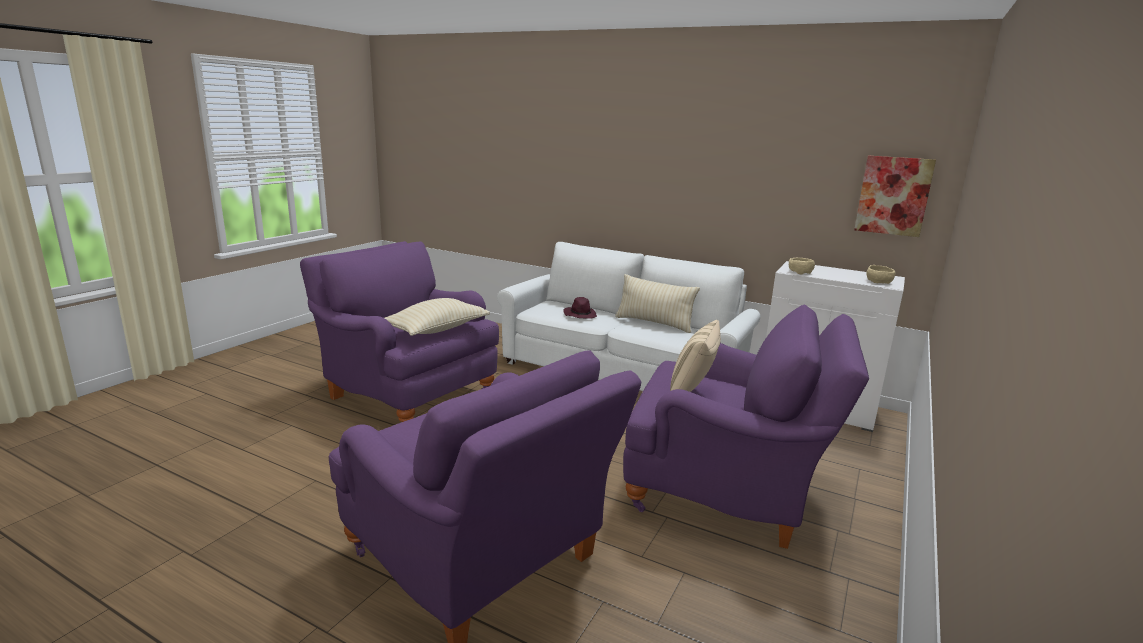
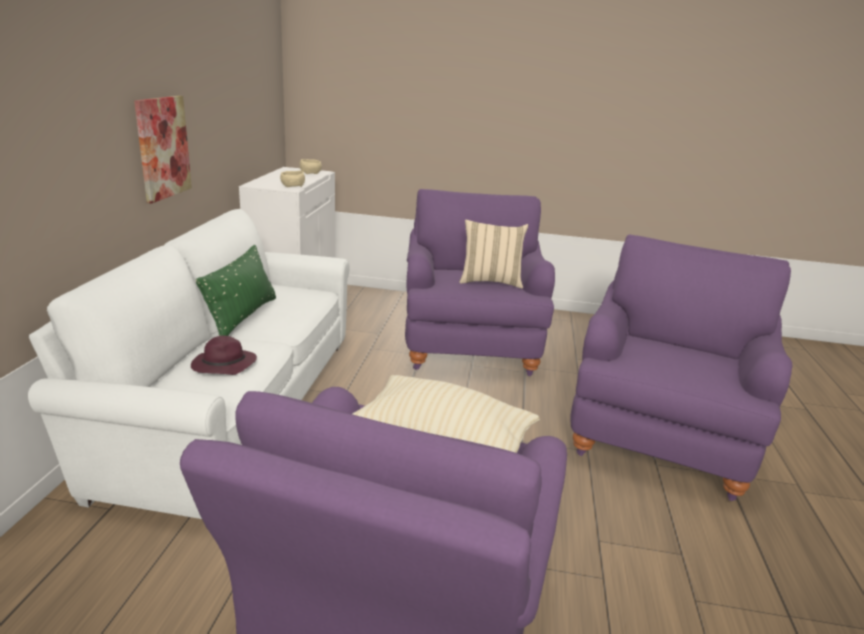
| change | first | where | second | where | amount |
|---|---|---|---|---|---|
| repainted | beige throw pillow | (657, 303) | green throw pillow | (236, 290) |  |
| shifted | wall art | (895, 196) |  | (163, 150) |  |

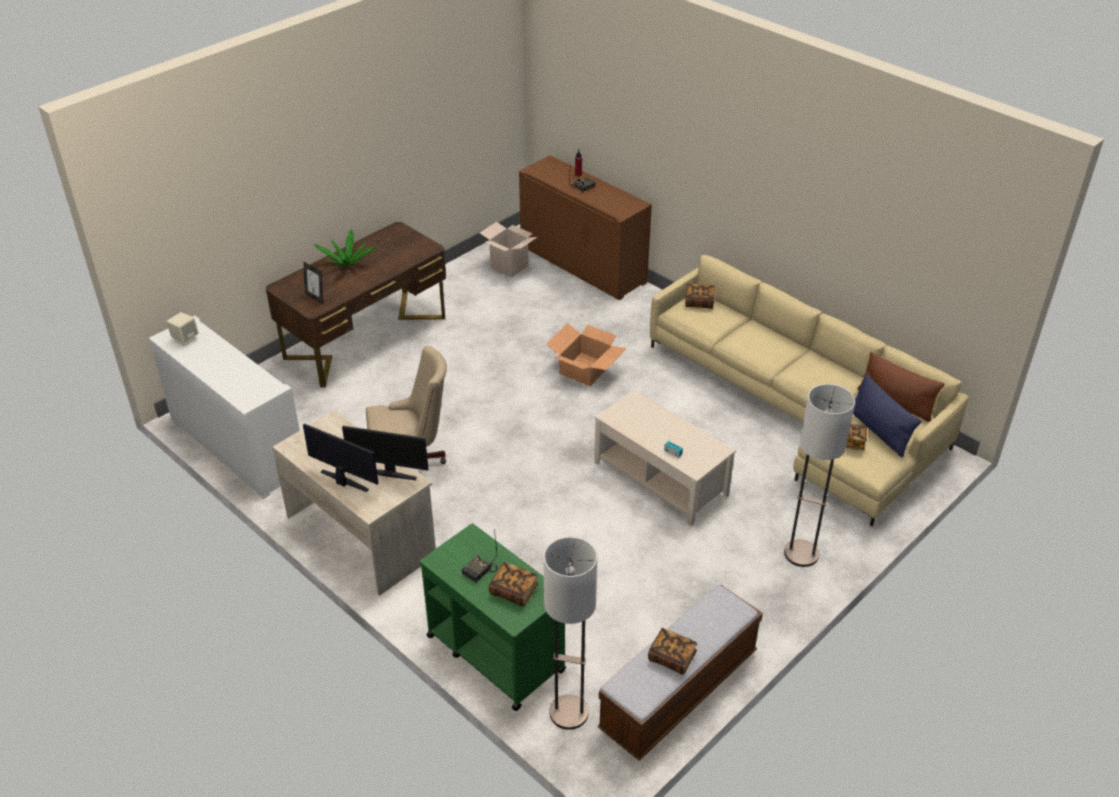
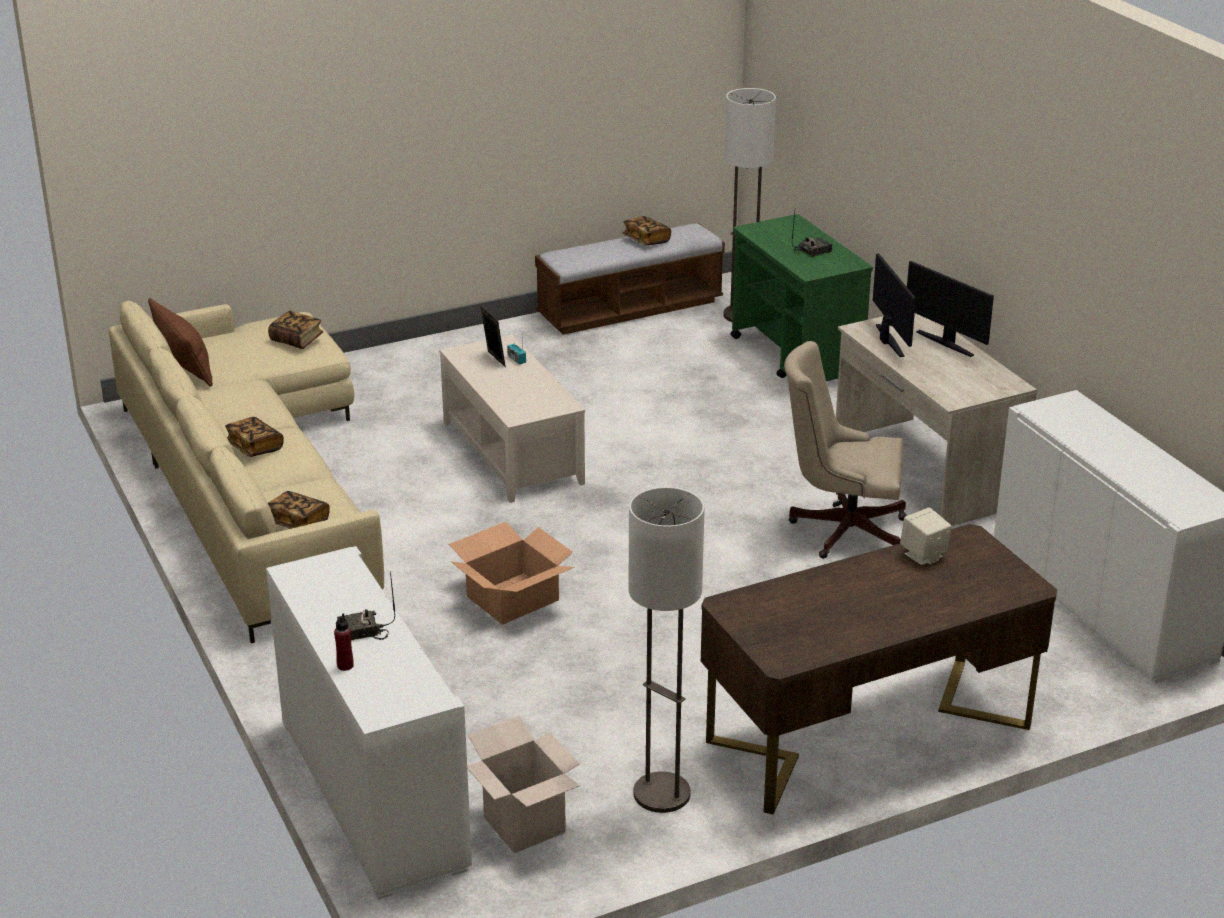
| change | first | where | second | where | amount |
|---|---|---|---|---|---|
| shifted | beige speaker | (182, 329) |  | (926, 536) |  |
| shifted | standing frame | (313, 283) |  | (493, 336) |  |
| gone | plant in a pot | (345, 247) |  |  |  |
| rotated | computer screen | (385, 453) |  | (894, 305) | 45 degrees clockwise |
| shifted | book | (514, 584) |  | (254, 437) |  |
| repainted | brown-coloured storage cabinet | (585, 227) | whitish storage cabinet | (369, 723) |  |
| shifted | standard lamp | (819, 475) |  | (667, 650) |  |
| gone | blue-coloured throw pillow | (887, 415) |  |  |  |

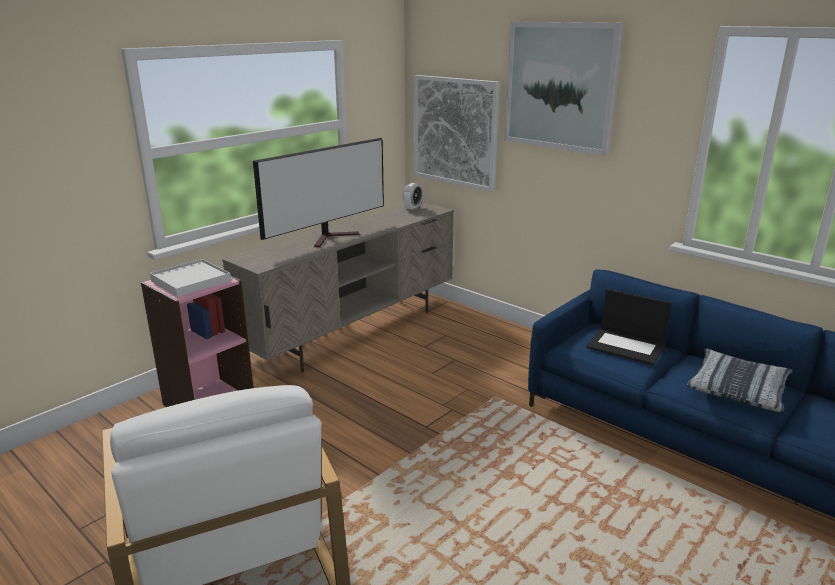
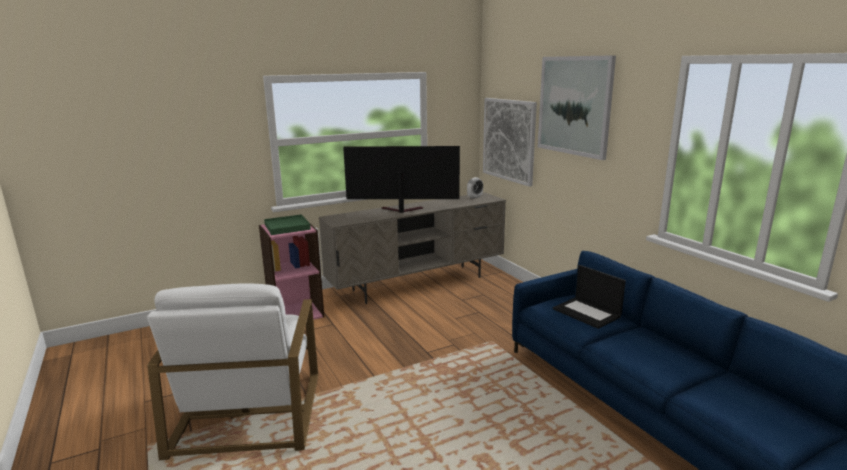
| change | first | where | second | where | amount |
|---|---|---|---|---|---|
| repainted | whitish carrying tray | (190, 278) | green carrying tray | (287, 224) |  |
| rotated | TV set | (318, 192) |  | (401, 179) | 150 degrees counterclockwise |
| gone | throw pillow | (740, 380) |  |  |  |

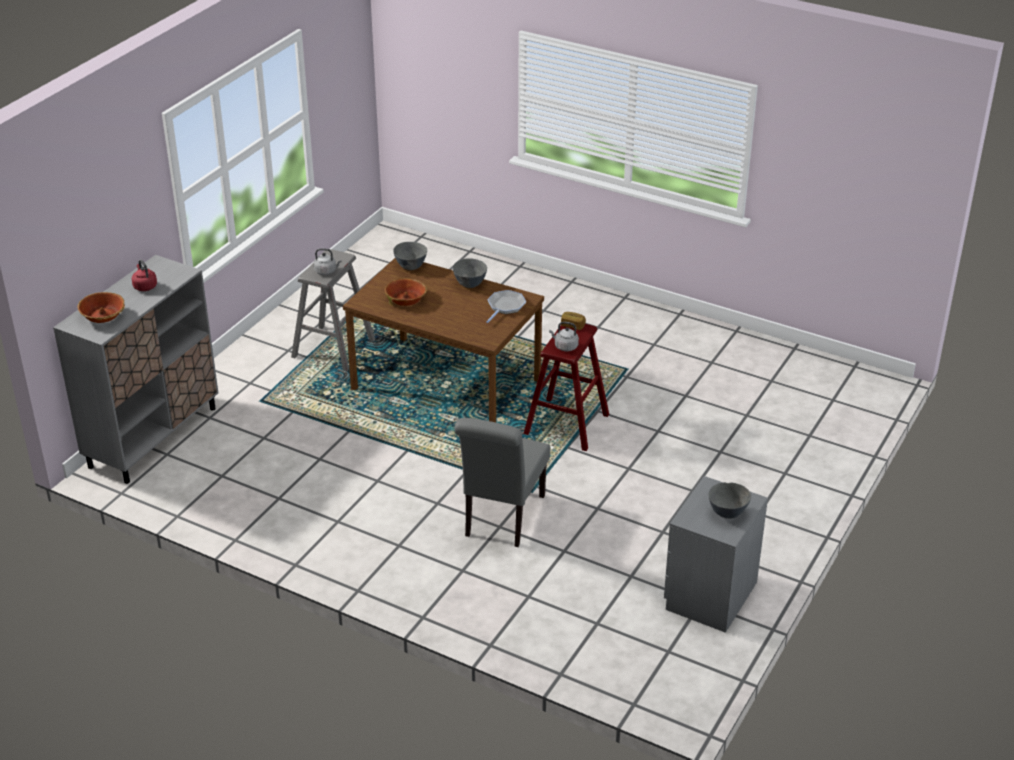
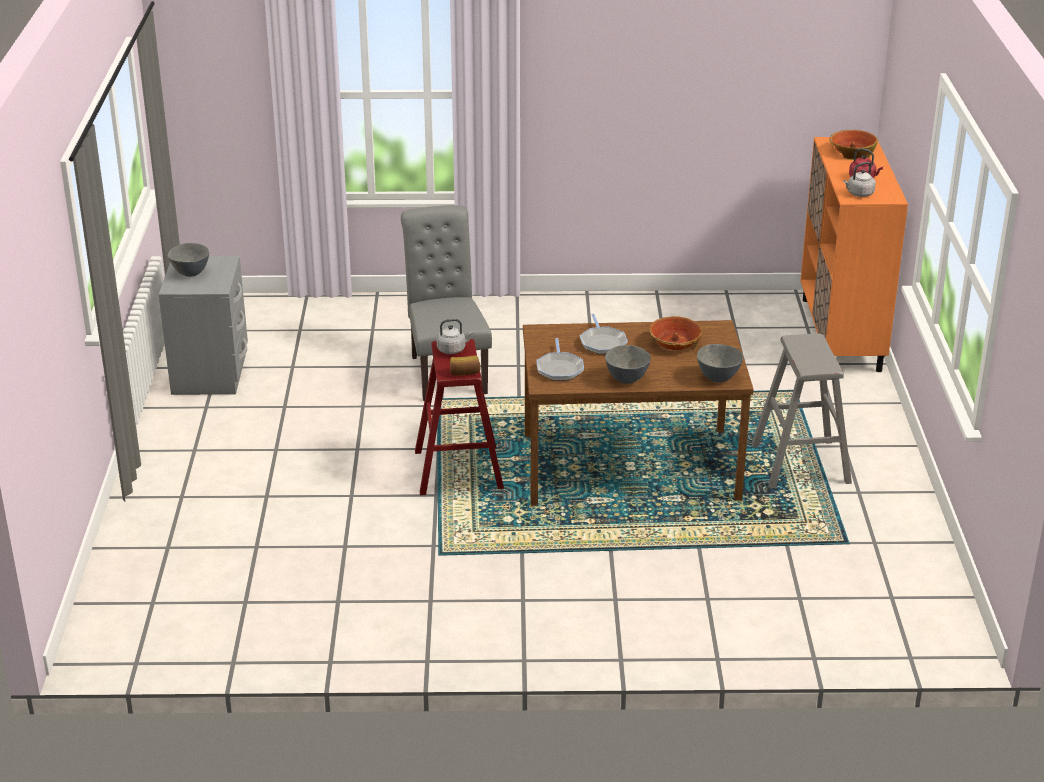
| change | first | where | second | where | amount |
|---|---|---|---|---|---|
| repainted | gray storage cabinet | (135, 369) | orangey storage cabinet | (854, 254) |  |
| shifted | gray water kettle | (327, 261) |  | (859, 179) |  |
| new |  |  | frying pan | (604, 334) |  |

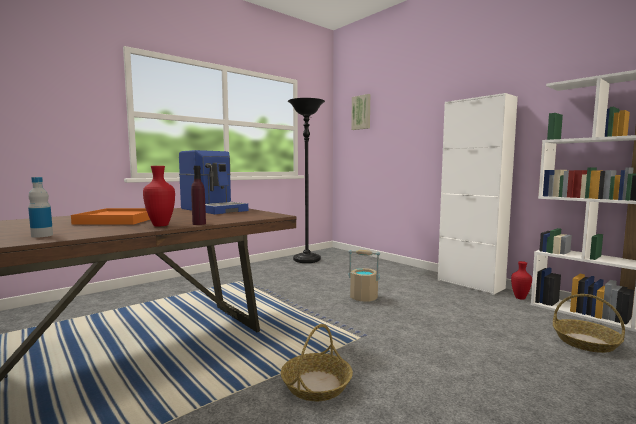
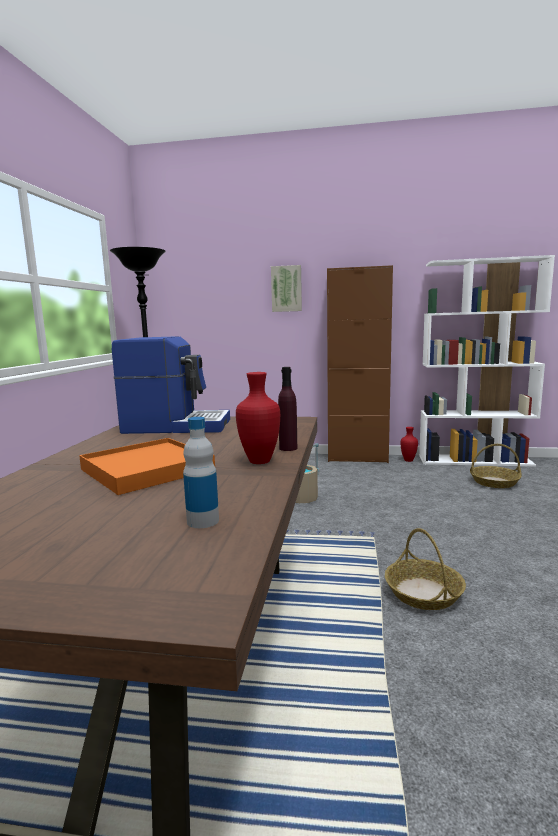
| change | first | where | second | where | amount |
|---|---|---|---|---|---|
| shifted | wall art | (360, 112) |  | (286, 288) |  |
| repainted | whitish storage cabinet | (478, 194) | brown-coloured storage cabinet | (360, 364) |  |

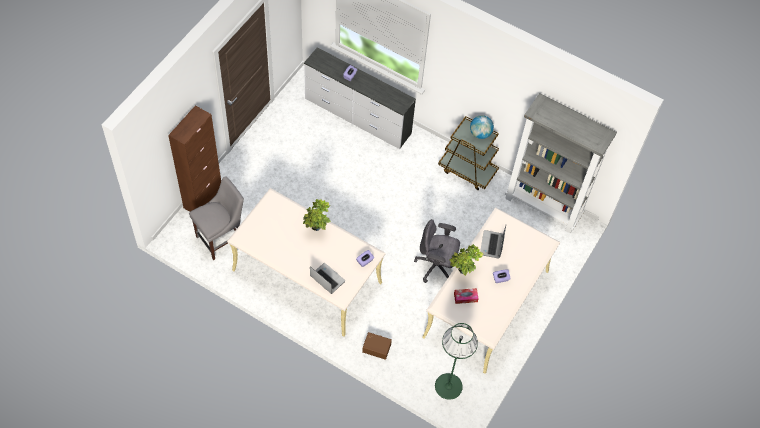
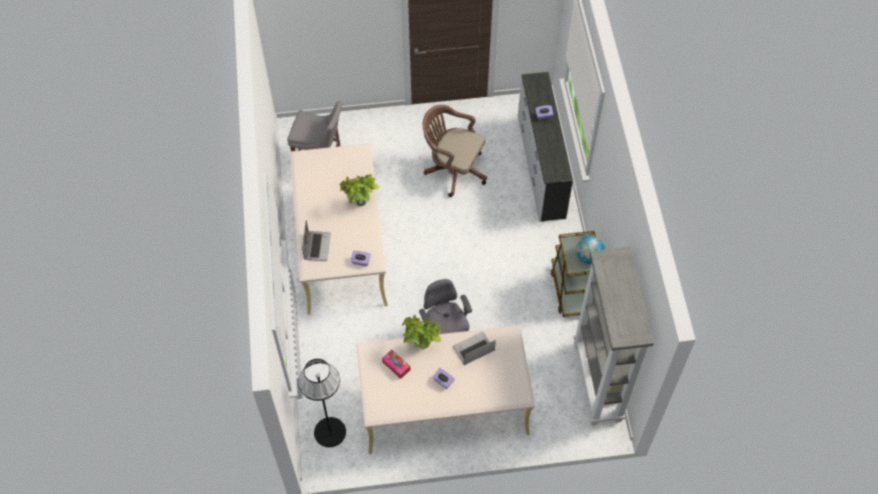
| change | first | where | second | where | amount |
|---|---|---|---|---|---|
| gone | brown-coloured storage cabinet | (194, 158) |  |  |  |
| gone | brown-coloured storage container | (377, 346) |  |  |  |
| repainted | green standard lamp | (456, 361) | blackish standard lamp | (322, 403) |  |
| new |  |  | brown-coloured desk chair | (455, 151) |  |

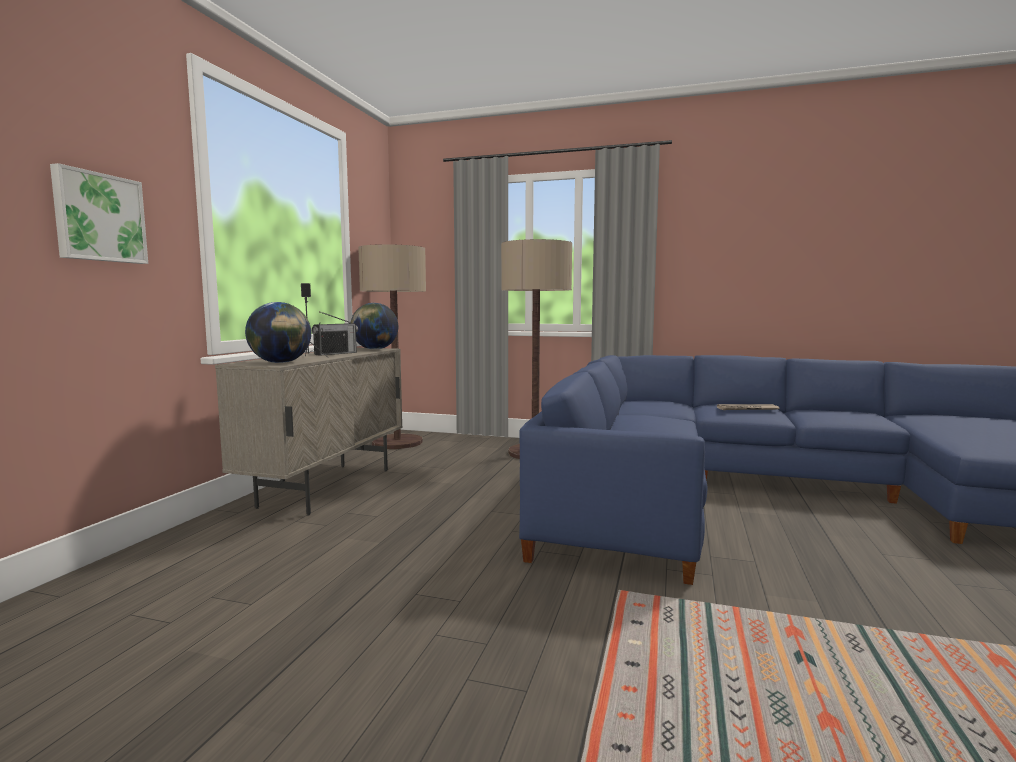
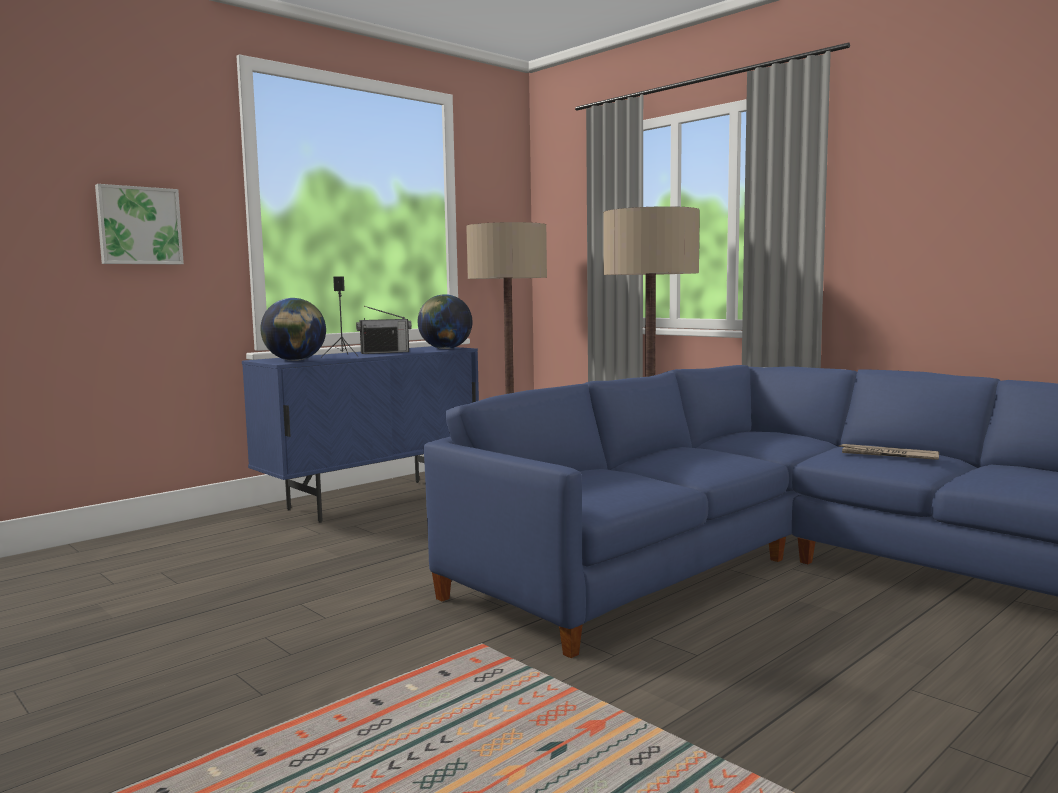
| change | first | where | second | where | amount |
|---|---|---|---|---|---|
| repainted | beige storage cabinet | (308, 431) | blue-coloured storage cabinet | (360, 434) |  |

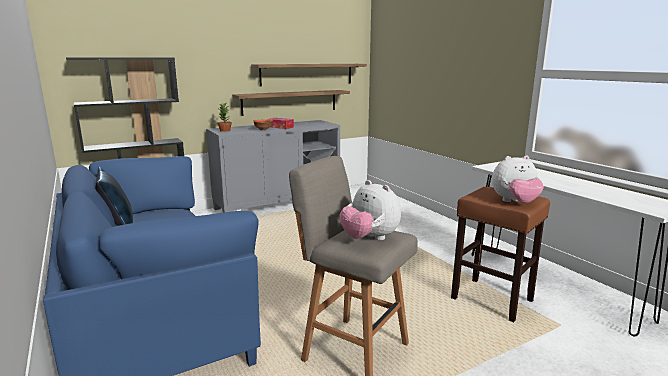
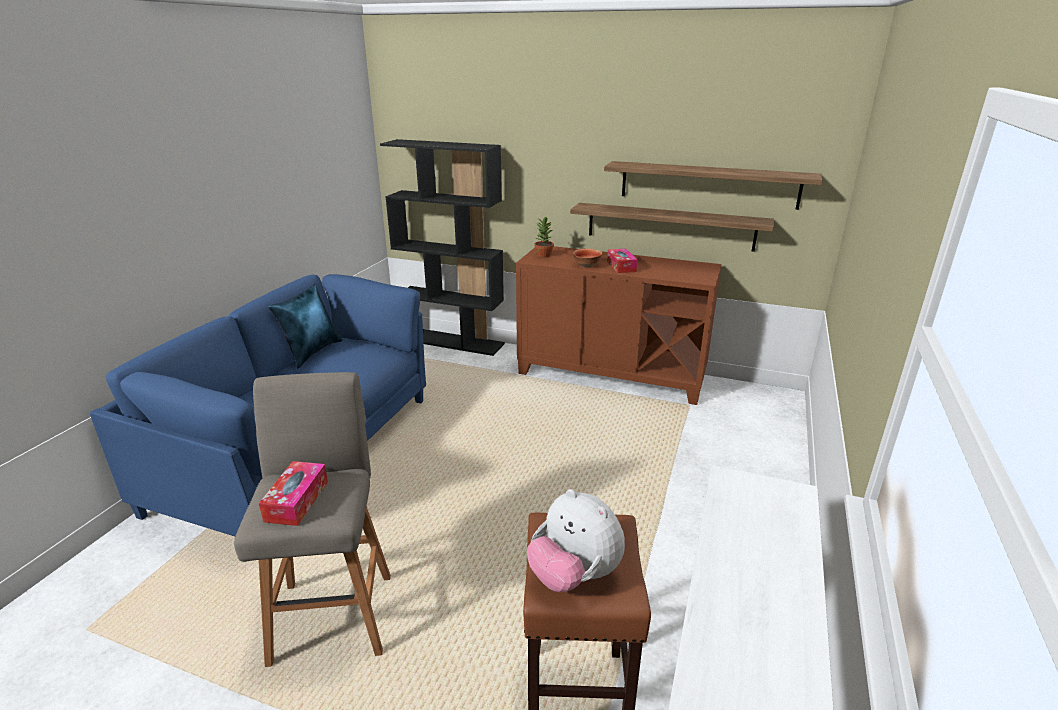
| change | first | where | second | where | amount |
|---|---|---|---|---|---|
| repainted | gray storage cabinet | (273, 166) | brown-coloured storage cabinet | (619, 325) |  |
| swapped | plush toy | (370, 210) | tissue holder | (293, 493) |  |

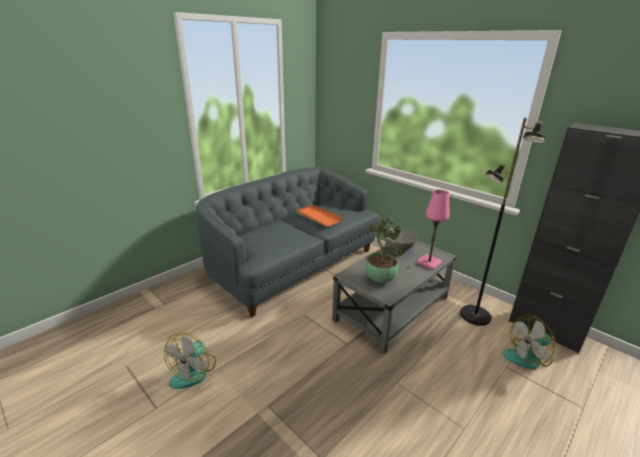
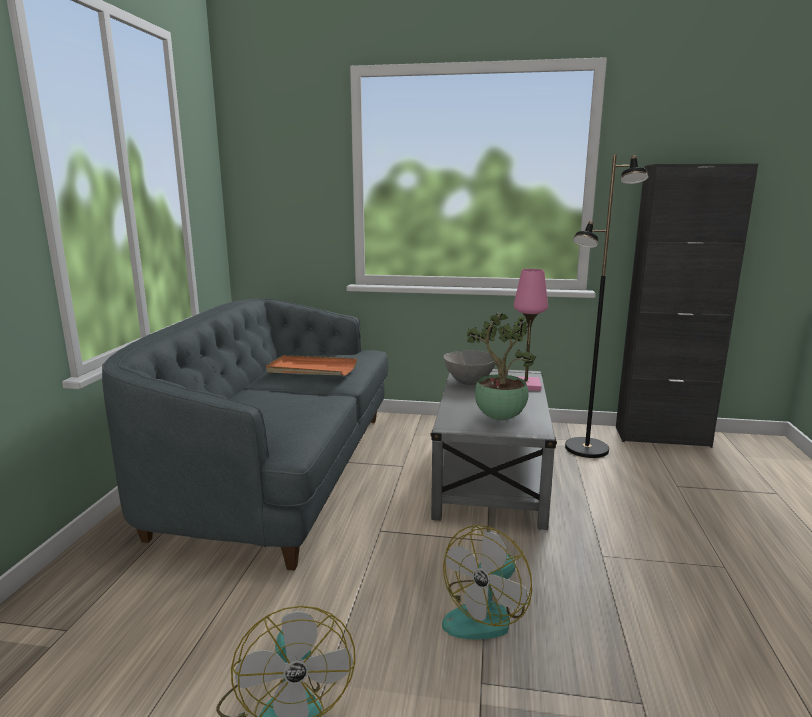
| change | first | where | second | where | amount |
|---|---|---|---|---|---|
| shifted | fan | (529, 342) |  | (487, 582) |  |

